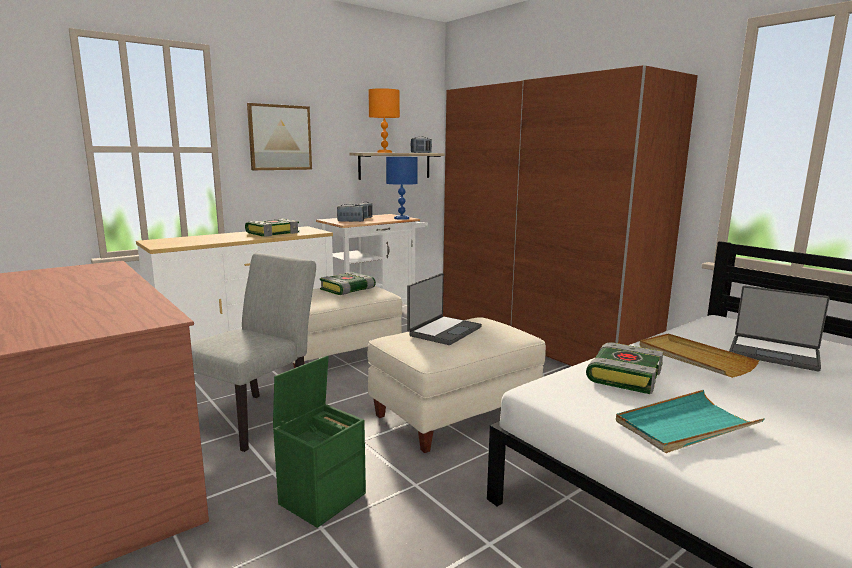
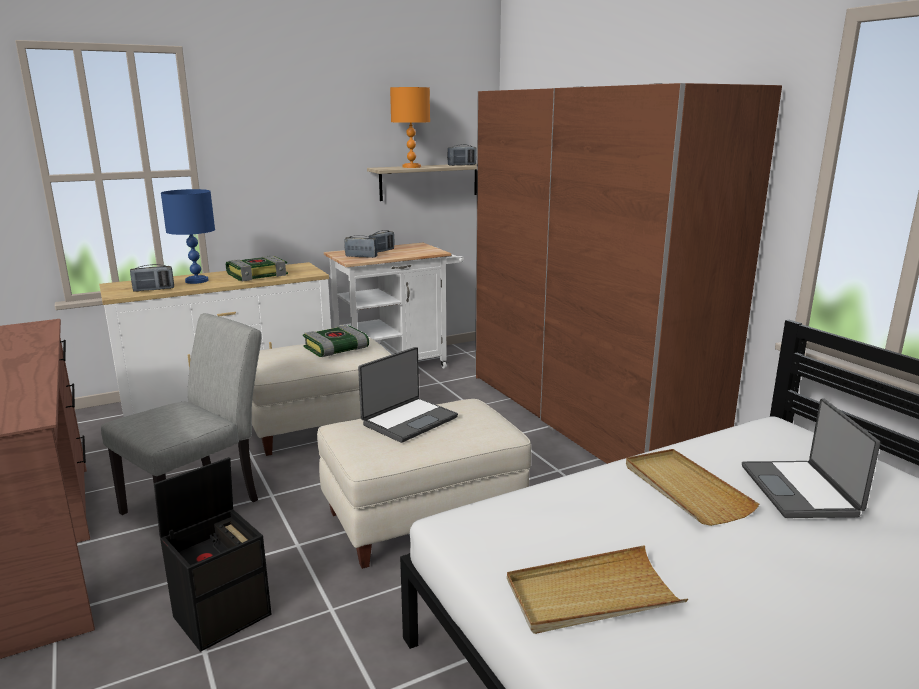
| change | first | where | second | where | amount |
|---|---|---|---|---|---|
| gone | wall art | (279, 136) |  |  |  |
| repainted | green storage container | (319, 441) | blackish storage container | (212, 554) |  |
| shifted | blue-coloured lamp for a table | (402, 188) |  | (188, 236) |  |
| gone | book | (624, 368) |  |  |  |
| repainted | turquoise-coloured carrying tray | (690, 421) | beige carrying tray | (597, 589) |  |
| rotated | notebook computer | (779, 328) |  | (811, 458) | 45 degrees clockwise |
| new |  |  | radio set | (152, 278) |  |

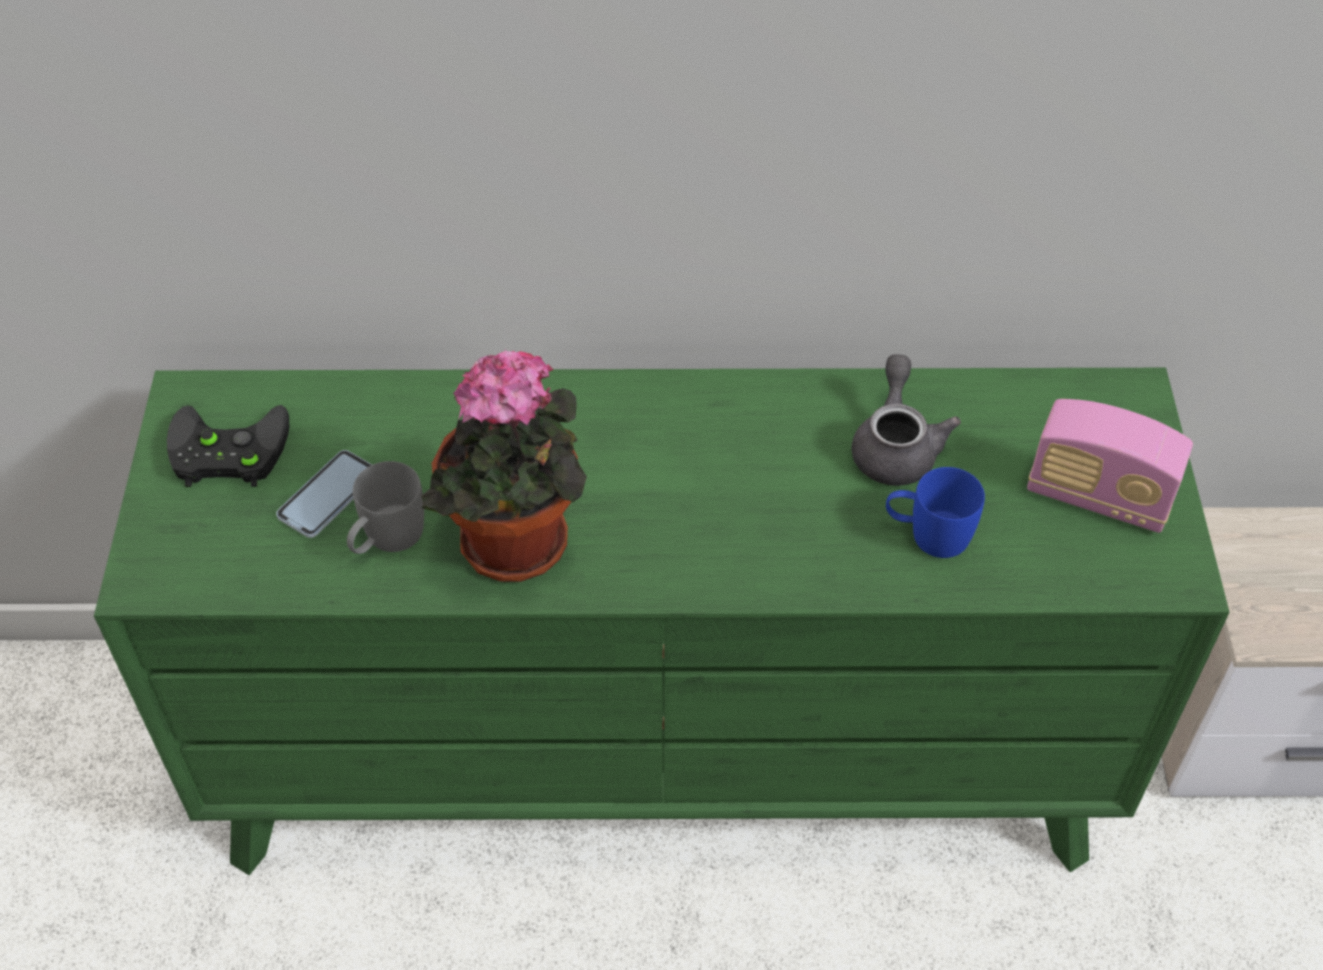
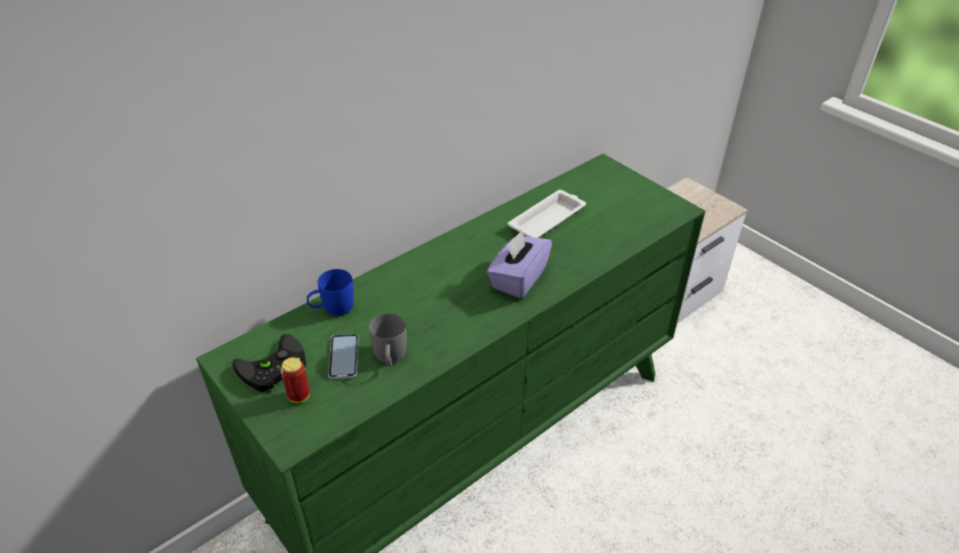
| change | first | where | second | where | amount |
|---|---|---|---|---|---|
| gone | plant in a pot | (504, 465) |  |  |  |
| swapped | gray tea pot | (906, 420) | whitish carrying tray | (546, 214) |  |
| shifted | blue-coloured mug | (935, 512) |  | (330, 292) |  |
| gone | radio set | (1110, 466) |  |  |  |
| new |  |  | metal can | (295, 380) |  |
| new |  |  | purplish tissue holder | (519, 264) |  |

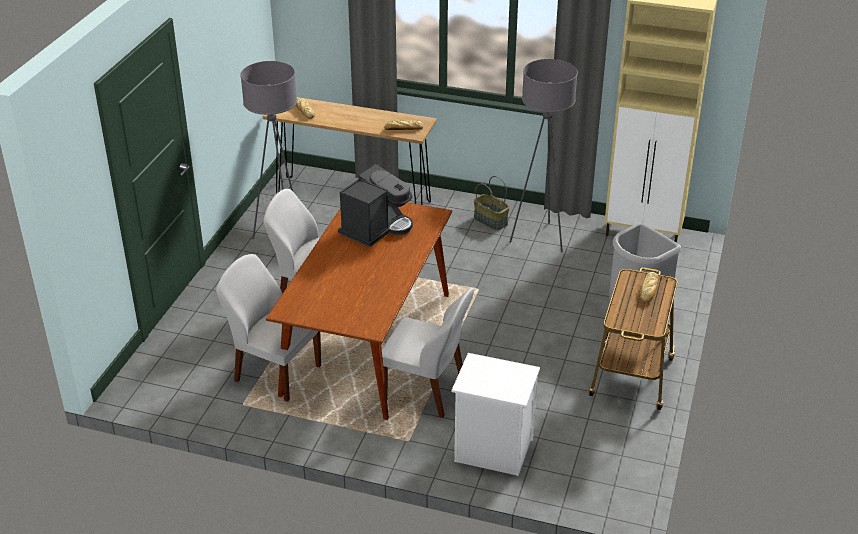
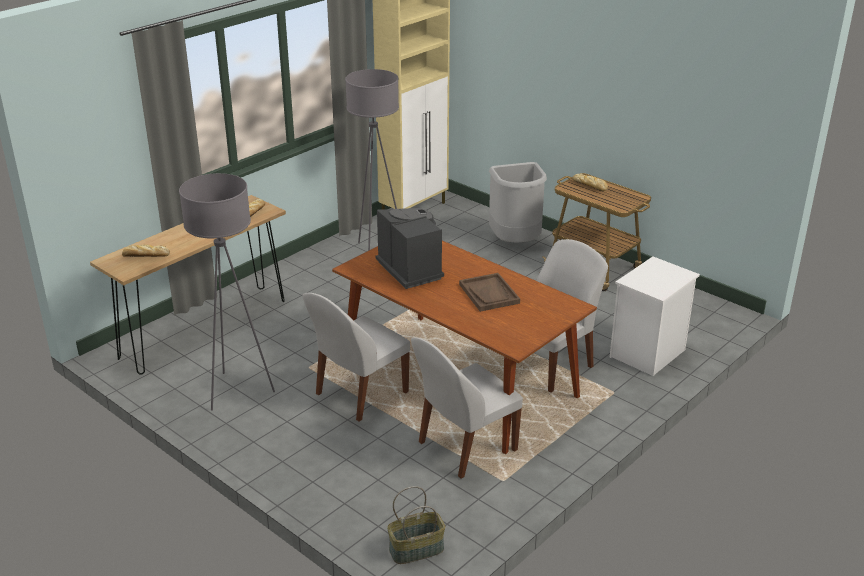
| change | first | where | second | where | amount |
|---|---|---|---|---|---|
| shifted | basket | (492, 203) |  | (416, 525) |  |
| new |  |  | brown-coloured carrying tray | (489, 292) |  |

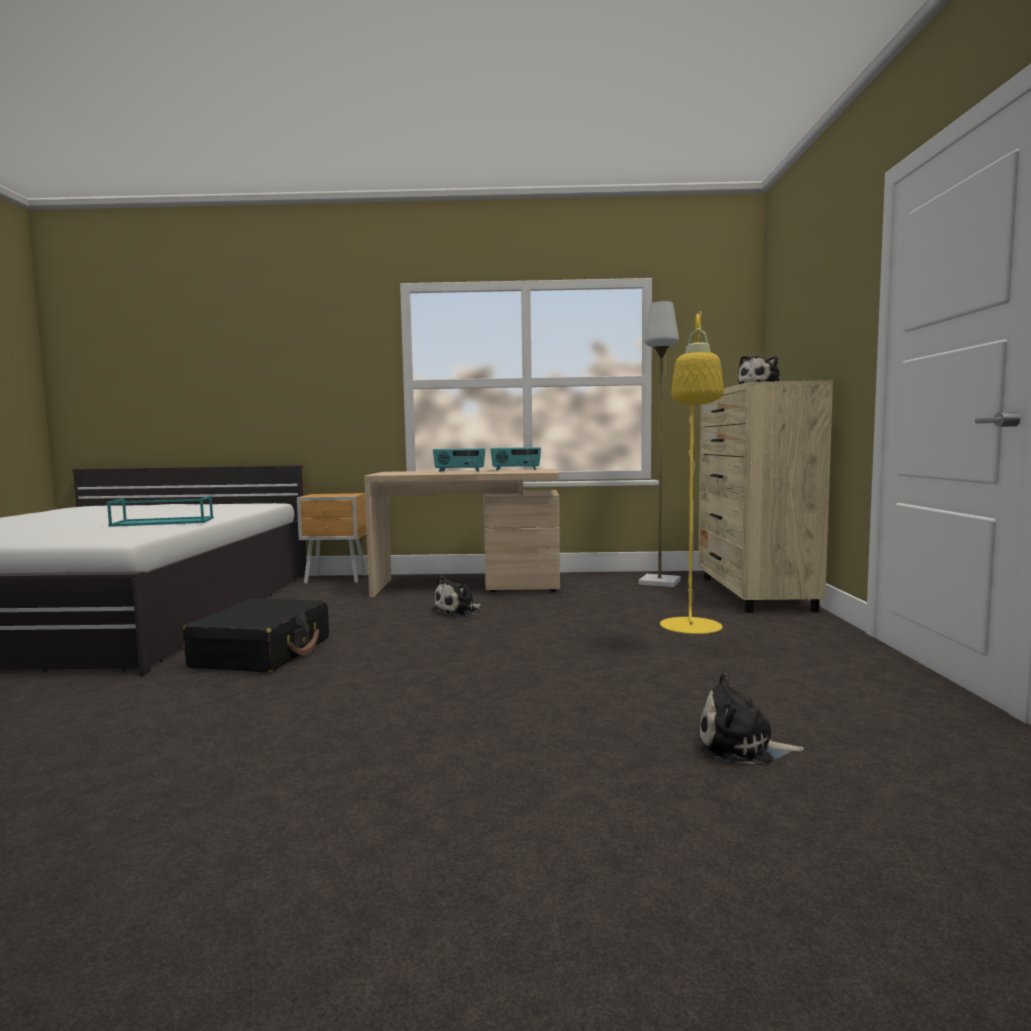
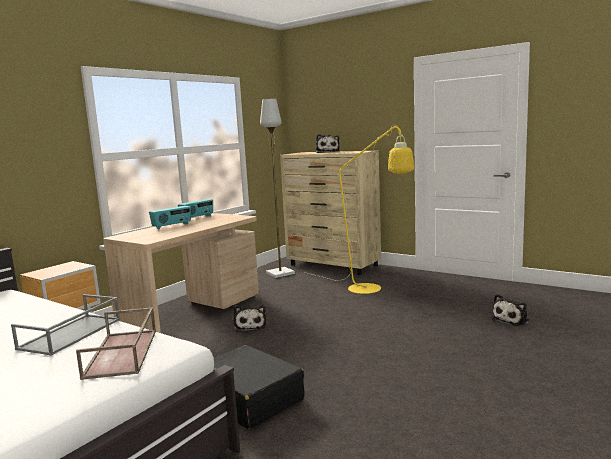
| change | first | where | second | where | amount |
|---|---|---|---|---|---|
| repainted | turquoise-coloured carrying tray | (160, 511) | gray carrying tray | (65, 325) |  |
| new |  |  | brown-coloured carrying tray | (116, 343) |  |

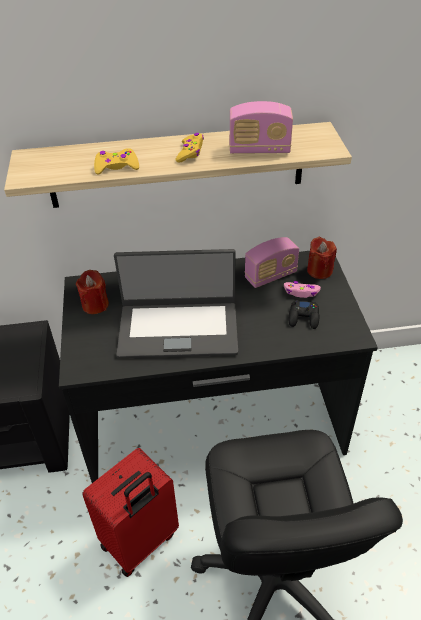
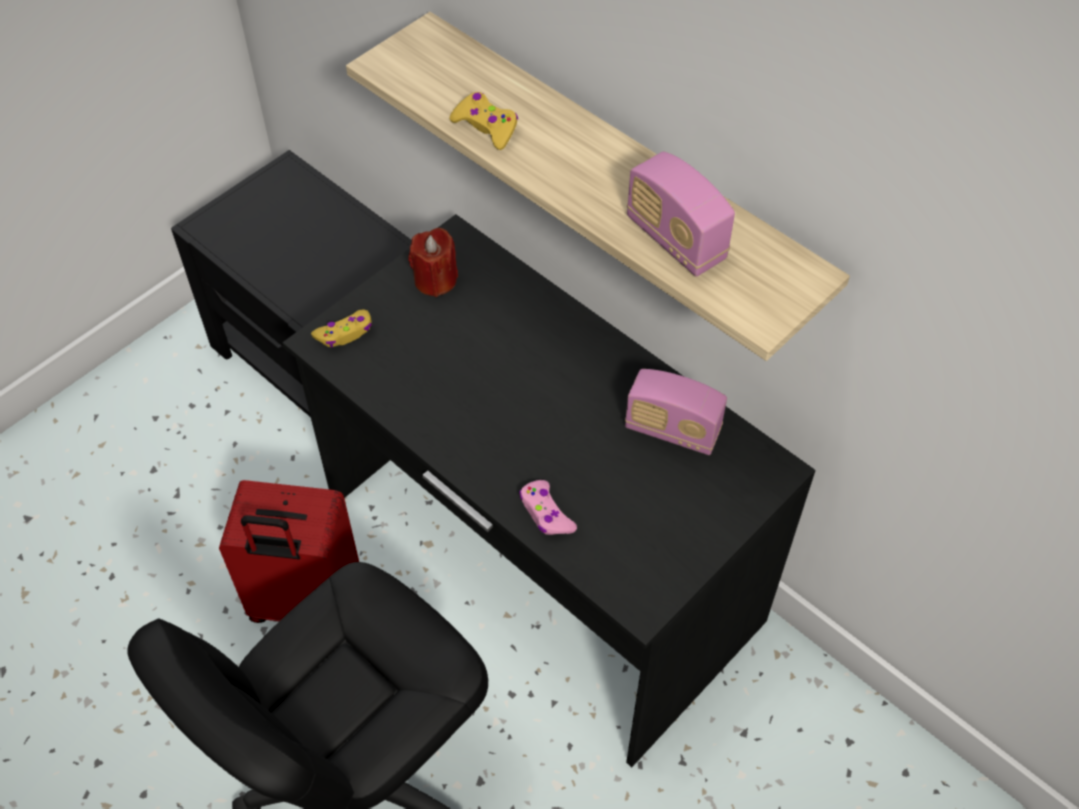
| change | first | where | second | where | amount |
|---|---|---|---|---|---|
| gone | notebook computer | (176, 303) |  |  |  |
| shifted | yellowish gamepad | (190, 147) |  | (341, 328) |  |
| shifted | pinkish gamepad | (302, 289) |  | (548, 507) |  |
| gone | blackish gamepad | (304, 314) |  |  |  |
| gone | red-coloured candle | (322, 258) |  |  |  |

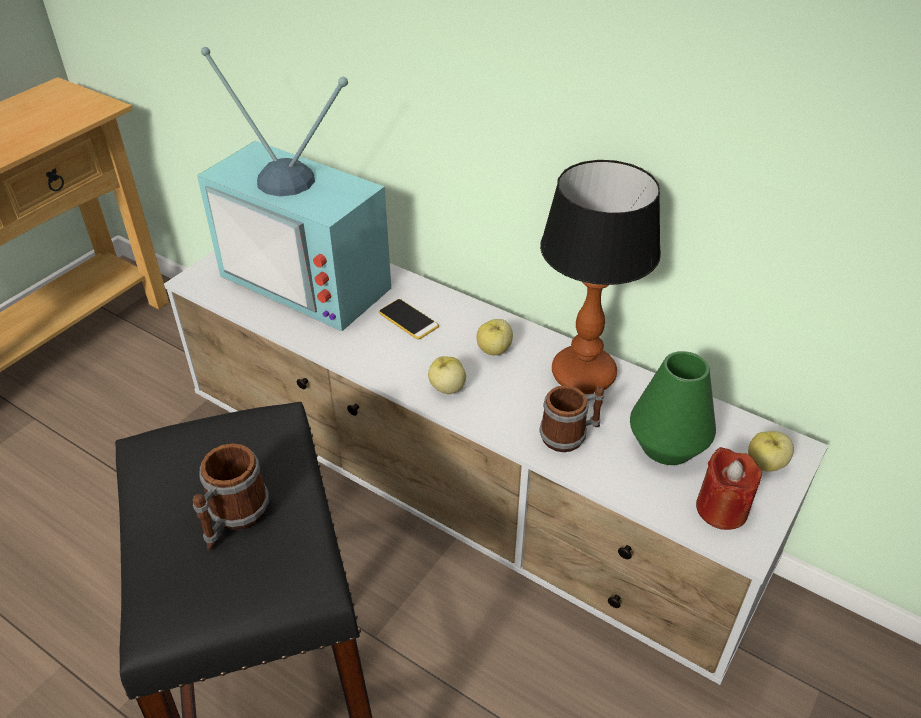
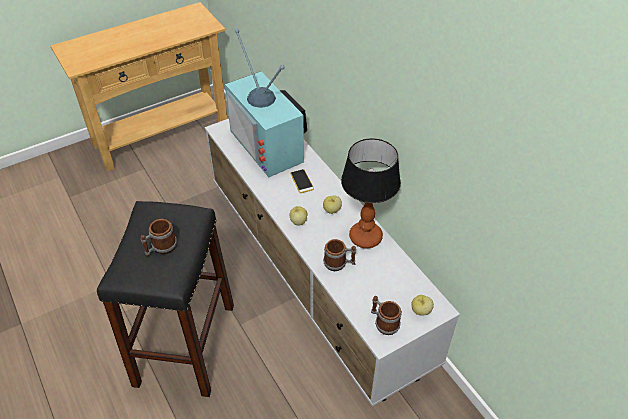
| change | first | where | second | where | amount |
|---|---|---|---|---|---|
| gone | green flower vase | (673, 408) |  |  |  |
| swapped | red-coloured candle | (729, 488) | mug | (386, 315) |  |

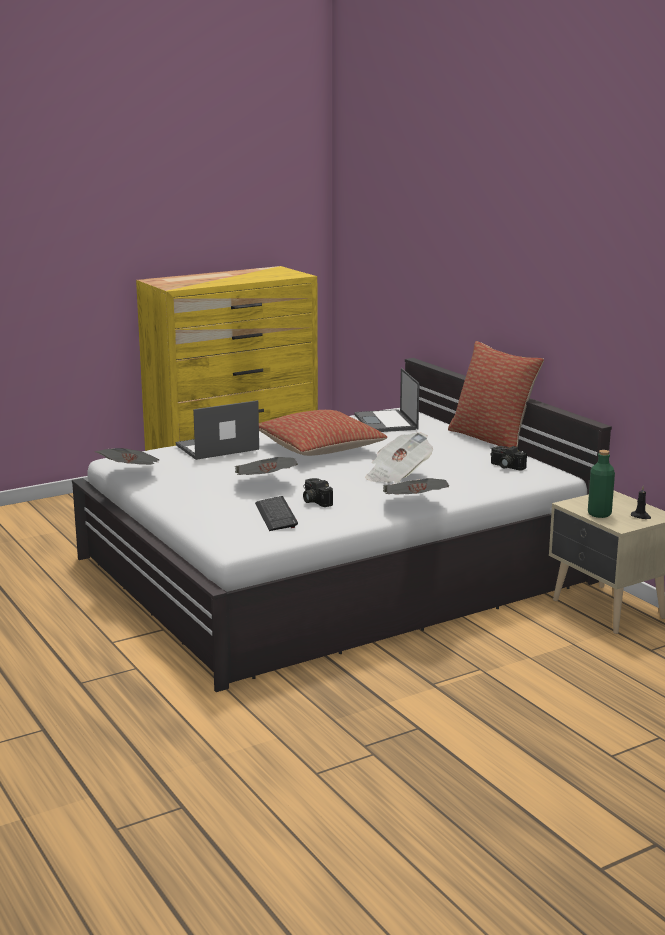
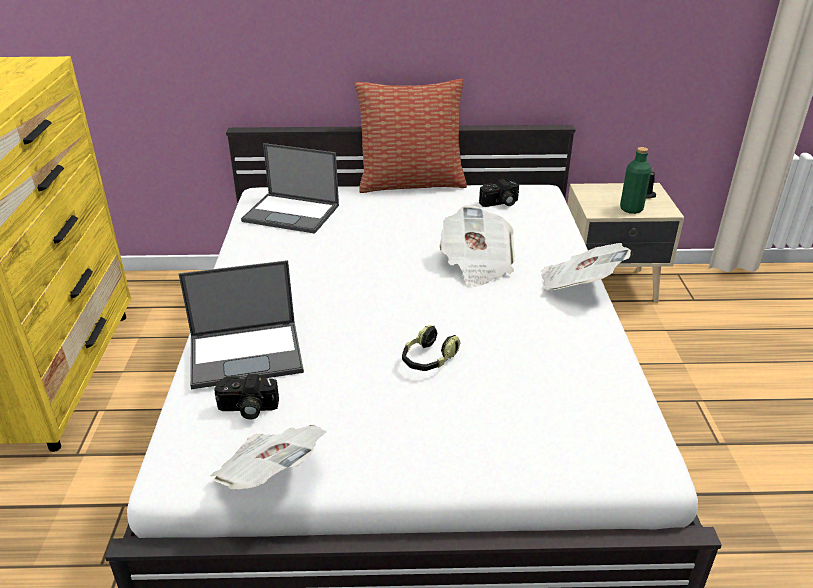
| change | first | where | second | where | amount |
|---|---|---|---|---|---|
| rotated | notebook computer | (217, 430) |  | (241, 324) | 105 degrees counterclockwise |
| swapped | printed paper | (266, 466) | headset | (431, 348) |  |
| gone | keyboard | (276, 513) |  |  |  |
| gone | throw pillow | (323, 433) |  |  |  |
| shifted | still camera | (318, 492) |  | (246, 397) |  |

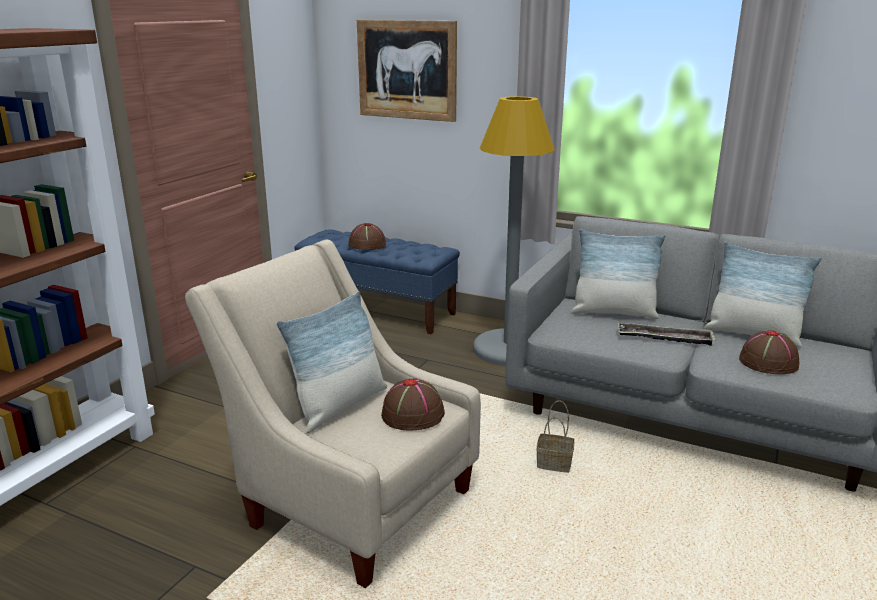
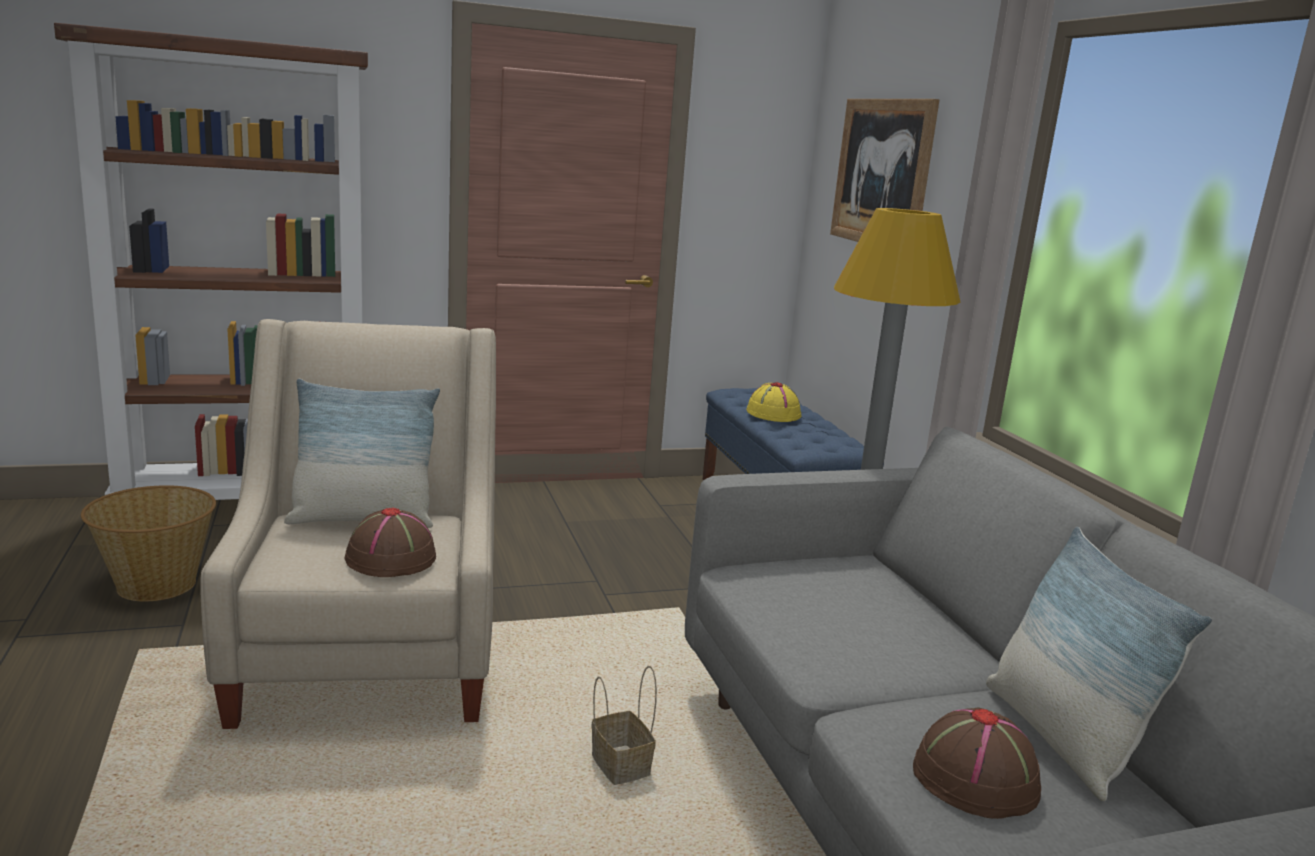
| change | first | where | second | where | amount |
|---|---|---|---|---|---|
| repainted | brown-coloured clothing hat | (367, 236) | yellowish clothing hat | (774, 402) |  |
| gone | throw pillow | (618, 274) |  |  |  |
| gone | carrying tray | (666, 334) |  |  |  |
| new |  |  | basket | (148, 543) |  |

